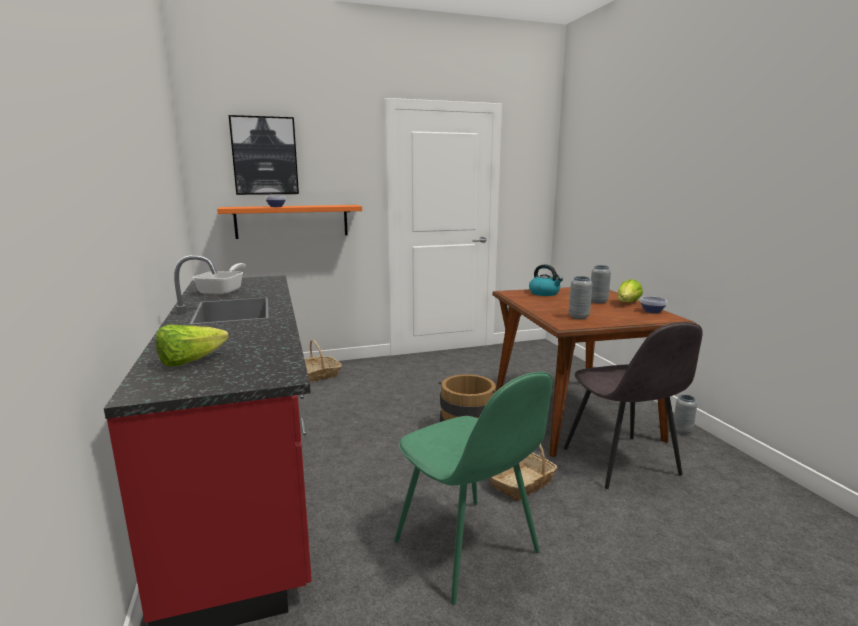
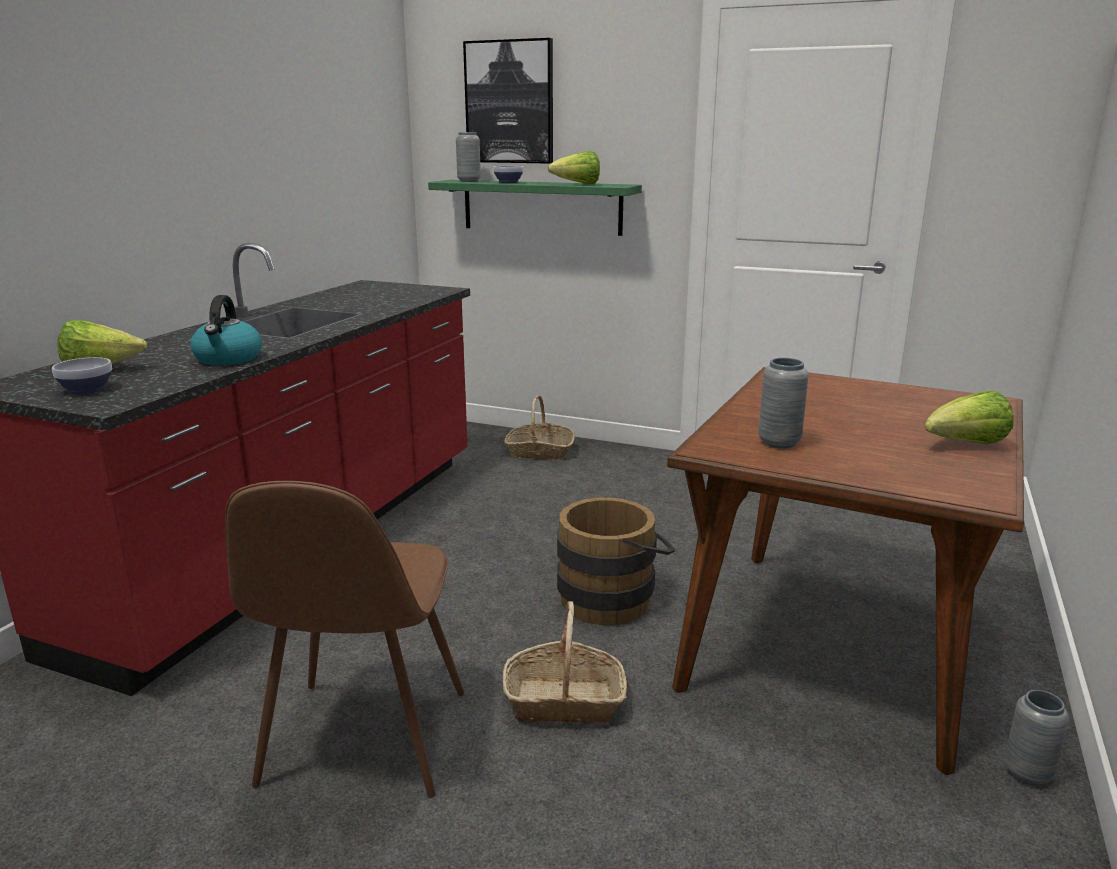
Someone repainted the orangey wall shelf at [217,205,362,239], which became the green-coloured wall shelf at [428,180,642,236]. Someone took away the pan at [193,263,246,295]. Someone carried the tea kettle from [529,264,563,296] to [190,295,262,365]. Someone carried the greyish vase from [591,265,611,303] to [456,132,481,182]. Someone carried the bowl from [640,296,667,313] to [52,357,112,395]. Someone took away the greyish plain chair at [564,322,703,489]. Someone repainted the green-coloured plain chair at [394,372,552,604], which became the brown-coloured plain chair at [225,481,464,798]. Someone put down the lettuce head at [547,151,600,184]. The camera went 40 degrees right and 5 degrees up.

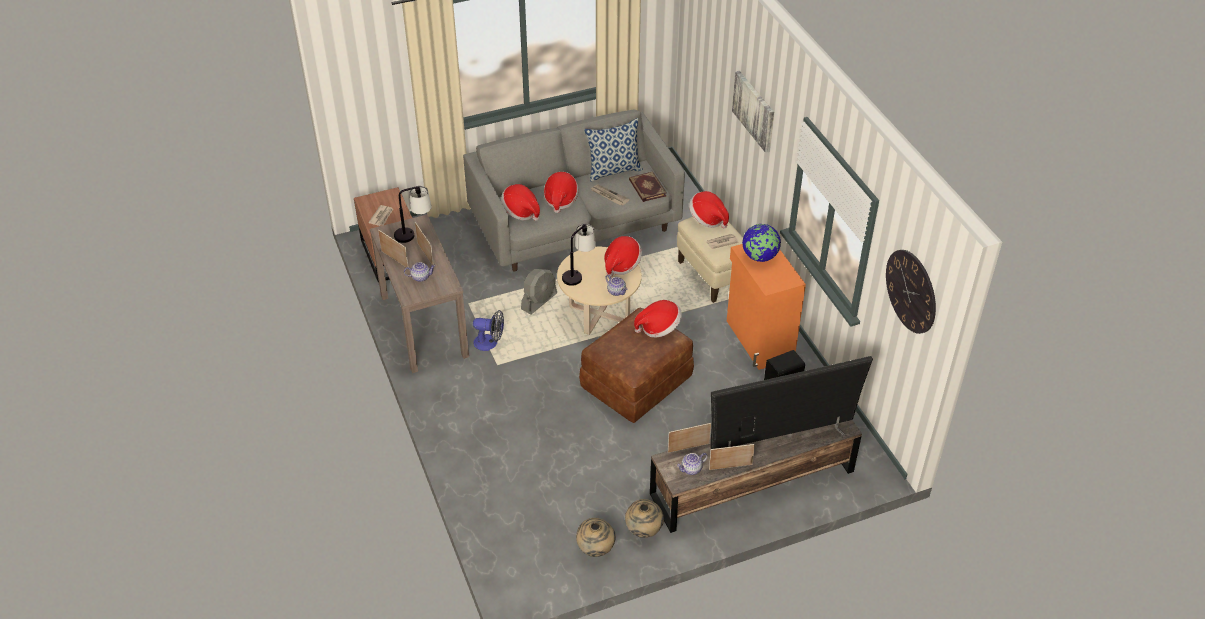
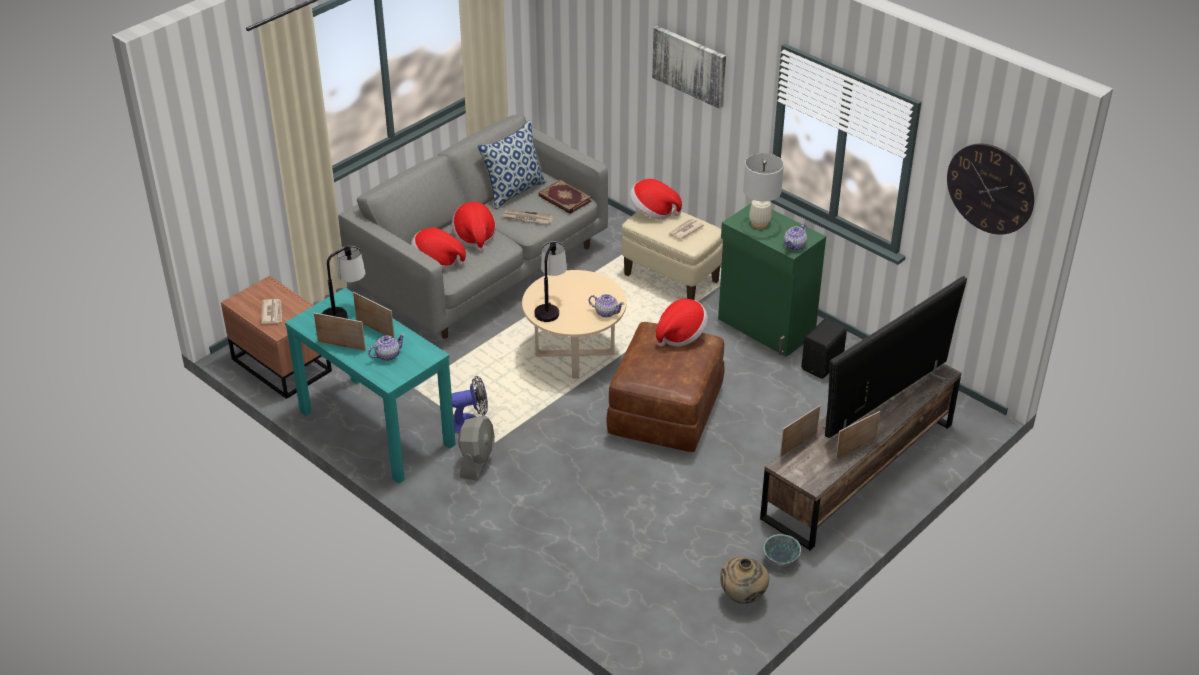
Someone repainted the brown-coloured narrow table at [370,215,469,373], which became the blue-green narrow table at [285,287,456,484]. Someone swapped the globe at [742,224,781,262] for the whitish lamp for a table at [743,153,784,229]. Someone took away the hat at [604,236,642,277]. Someone repainted the orangey storage cabinet at [727,244,806,370], which became the green-coloured storage cabinet at [718,203,826,357]. Someone carried the greyish cooling fan from [521,269,557,315] to [458,415,495,481]. Someone carried the tea pot from [677,453,708,475] to [784,224,807,250]. Someone swapped the beige vase at [625,499,664,538] for the bowl at [764,534,801,564]. The camera went 25 degrees left and 5 degrees down.

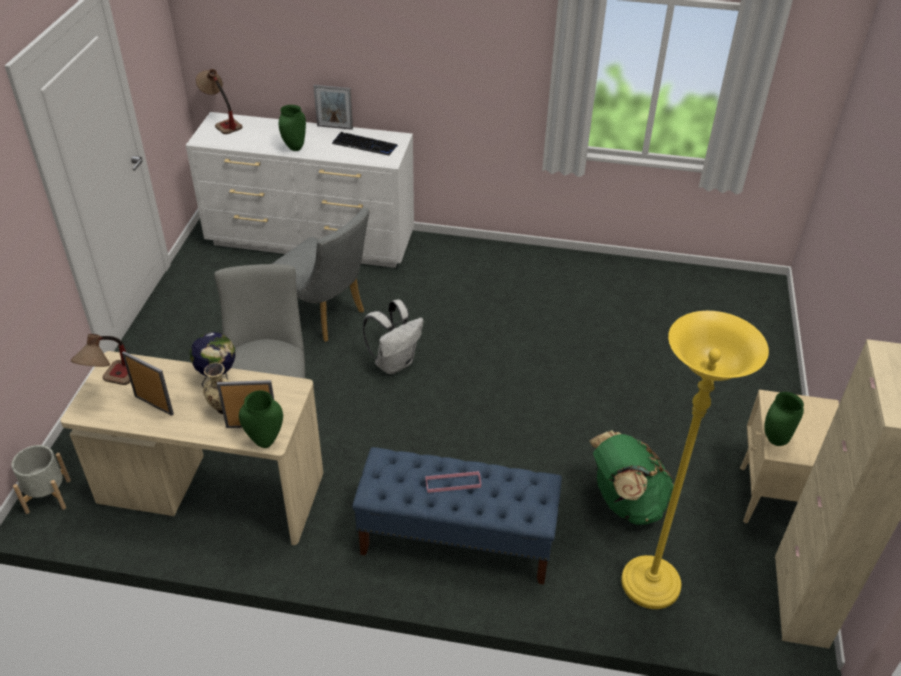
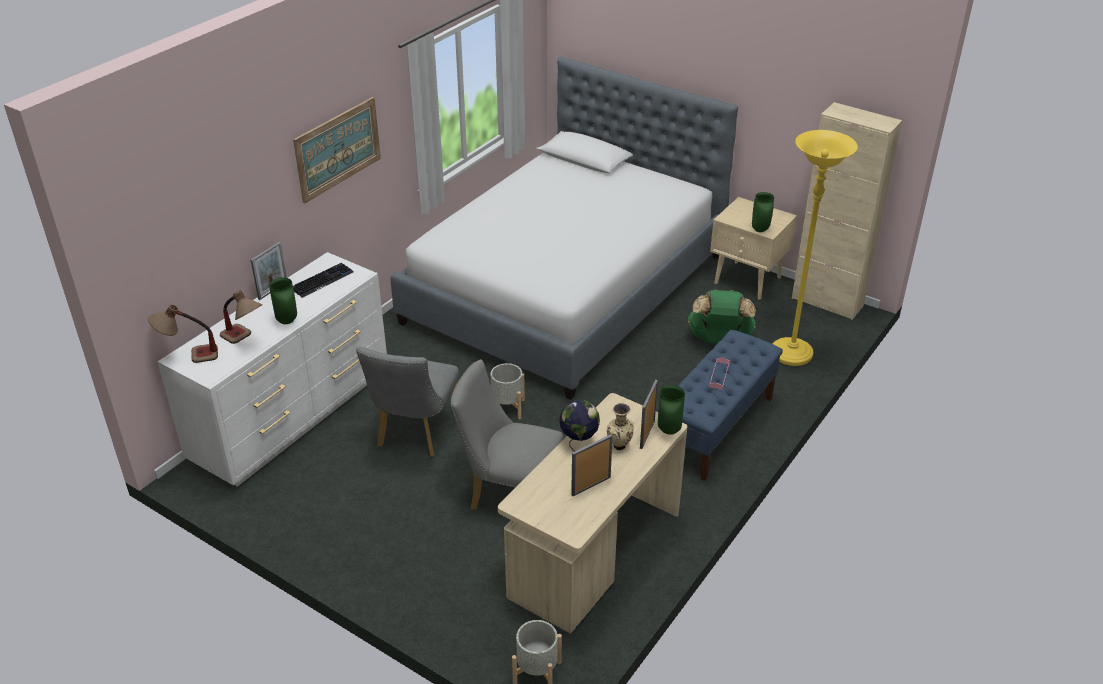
Someone rotated the greyish plain chair at [272,207,370,342] by 135 degrees clockwise. Someone swapped the whitish backpack at [363,299,424,374] for the greyish flower pot at [490,363,525,419]. Someone carried the lamp for a table from [71,334,130,385] to [220,290,262,344]. Someone put down the bed at [390,57,738,400]. Someone put up the wall art at [293,97,381,203]. The camera went 65 degrees left and 5 degrees down.

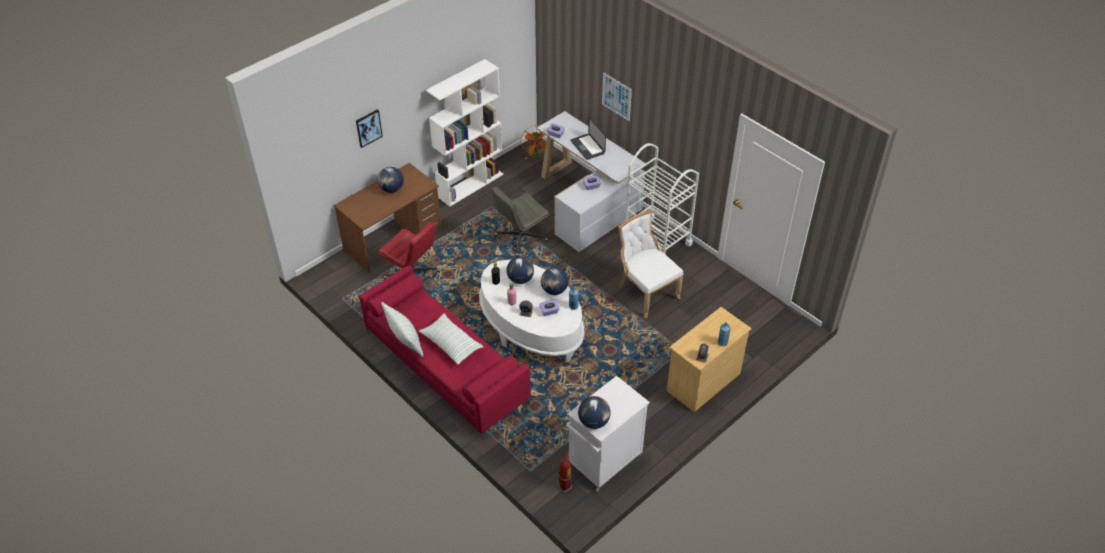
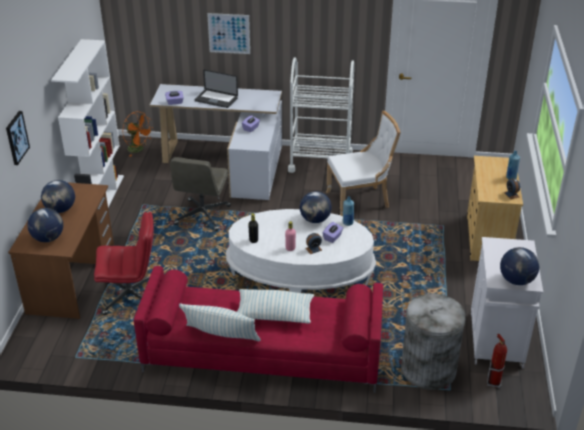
Someone rotated the whitish plain chair at [618,210,683,318] by 150 degrees clockwise. Someone carried the globe from [507,257,534,284] to [27,208,63,242]. Someone put down the greyish rubbish bin at [401,293,466,390]. The camera went 40 degrees left and 10 degrees down.

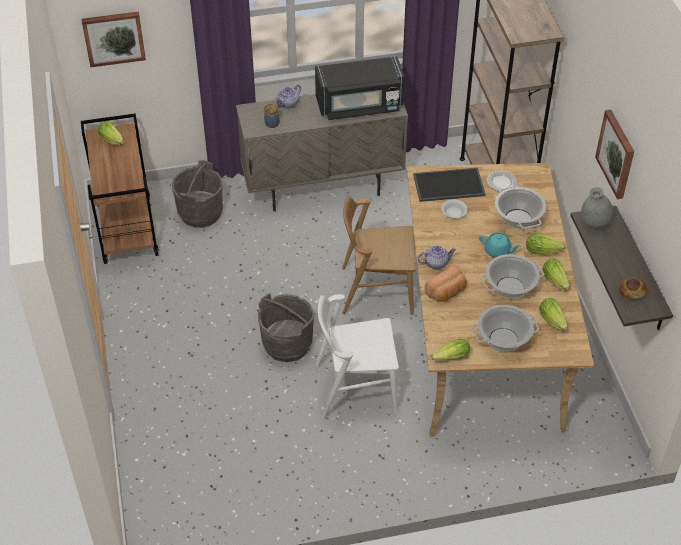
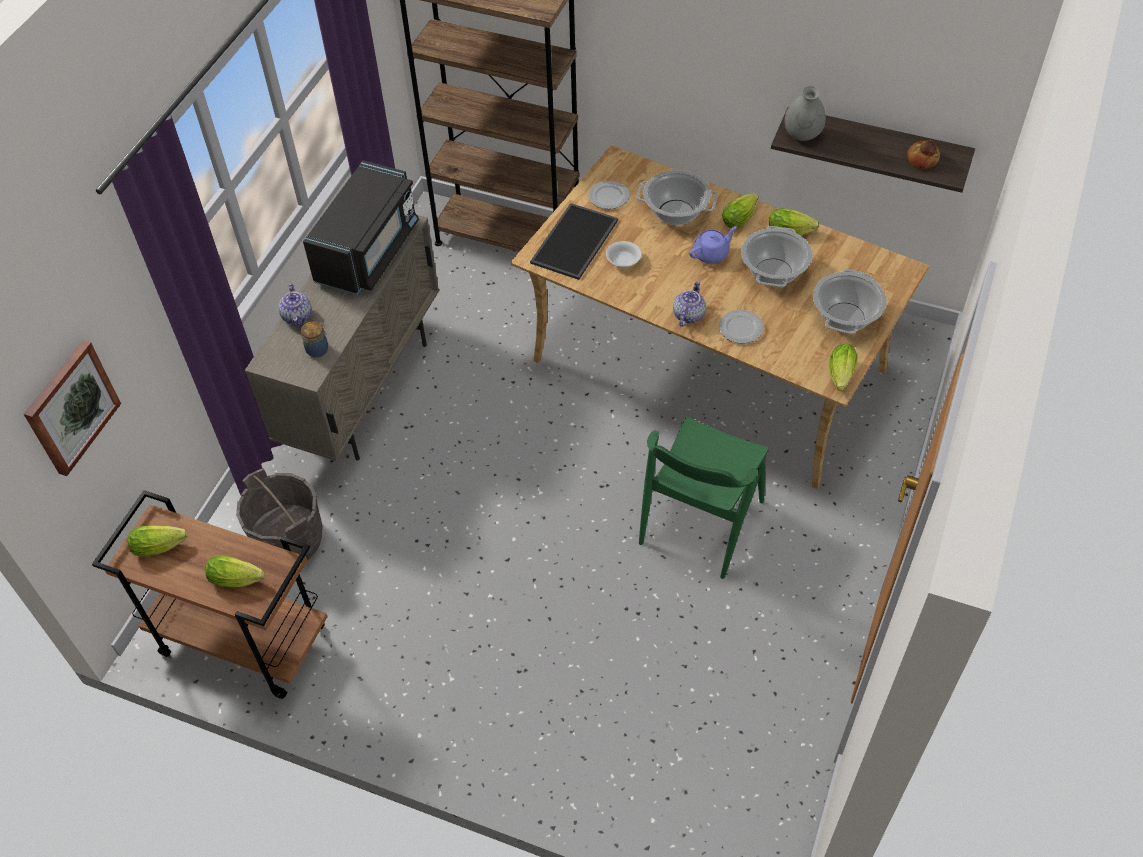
Someone took away the wall art at [595,110,634,199]. Someone took away the brown-coloured plain chair at [342,196,416,315]. Someone repainted the blue-green tea pot at [479,233,521,258], which became the purple-coloured tea pot at [689,226,737,264]. Someone swapped the bread at [425,265,467,302] for the flat dish at [719,310,764,343]. Someone took away the greyish bucket at [258,293,314,362]. Someone repainted the whitish plain chair at [316,294,399,419], which became the green-coloured plain chair at [639,417,769,579]. Someone carried the lettuce head from [539,298,568,331] to [205,555,264,587]. The camera went 55 degrees left and 5 degrees up.

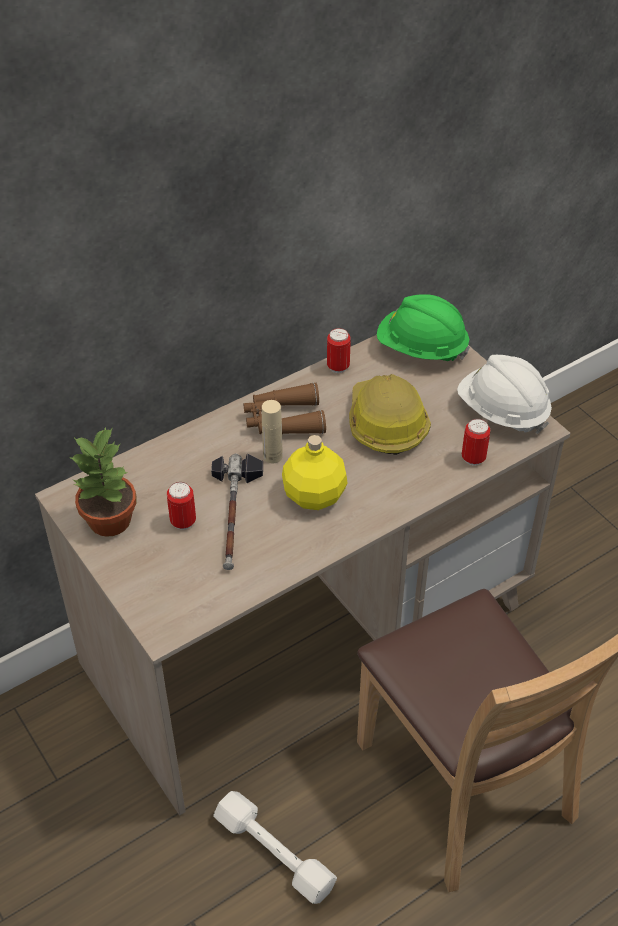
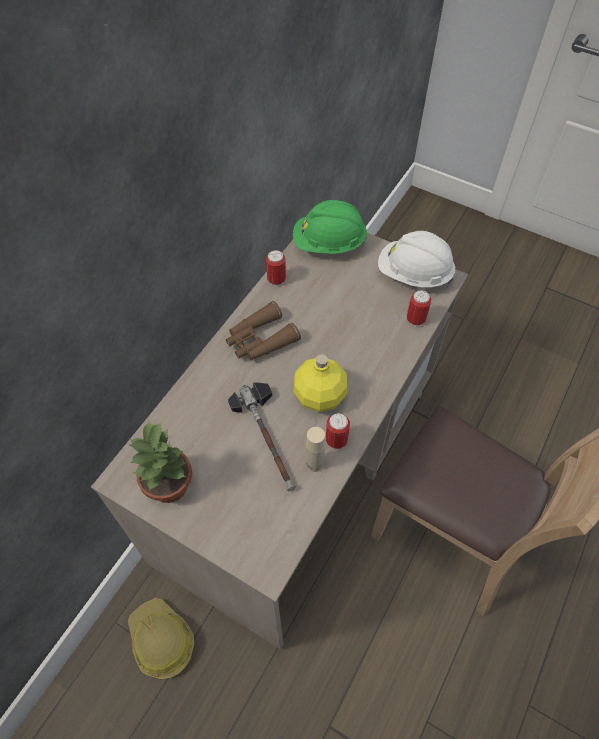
Someone carried the safety helmet from [349,374,431,455] to [128,598,195,680]. Someone carried the beige drink bottle from [262,400,283,463] to [306,427,325,472]. Someone carried the can from [167,482,196,530] to [326,413,350,449]. Someone took away the whitish hand weight at [213,791,337,904]. The camera went 25 degrees left and 10 degrees up.

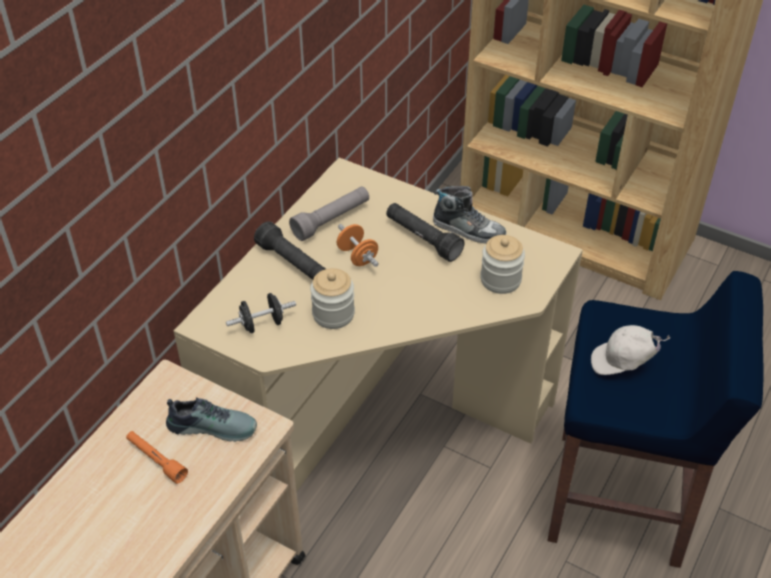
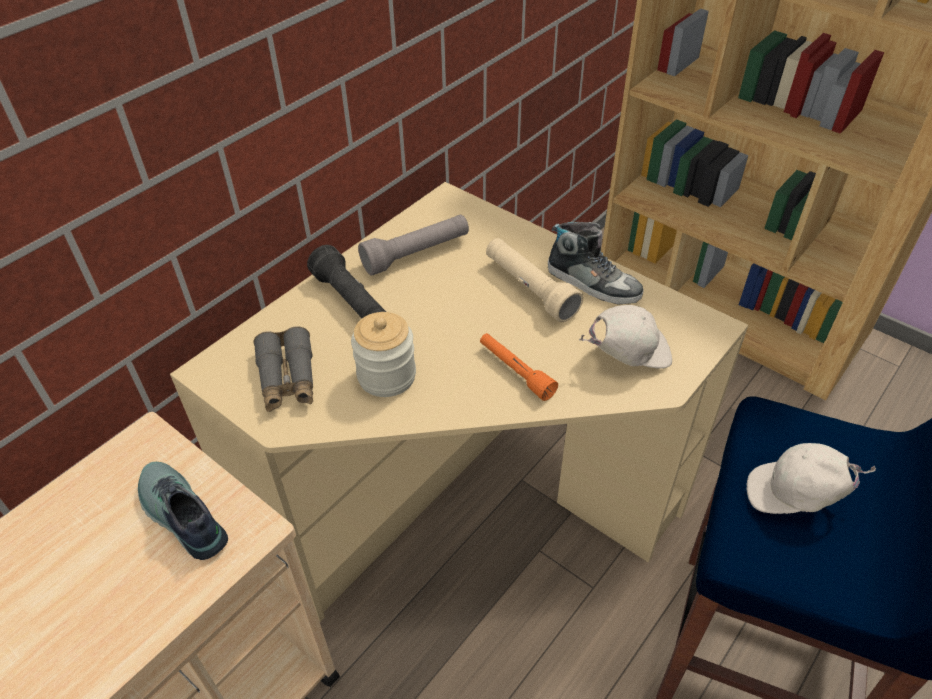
Someone repainted the black flashlight at [386,203,464,262], which became the beige flashlight at [486,238,583,322]. Someone took away the orangey hand weight at [337,224,379,267]. Someone swapped the storage jar at [480,235,525,294] for the whitish peaked cap at [579,305,672,369]. Someone swapped the black hand weight at [226,293,296,333] for the greyish field glasses at [254,326,313,412]. Someone rotated the shoe at [166,397,257,442] by 150 degrees counterclockwise. Someone carried the orangey flashlight from [126,431,188,484] to [480,333,558,401]. The camera went 10 degrees right and 0 degrees up.

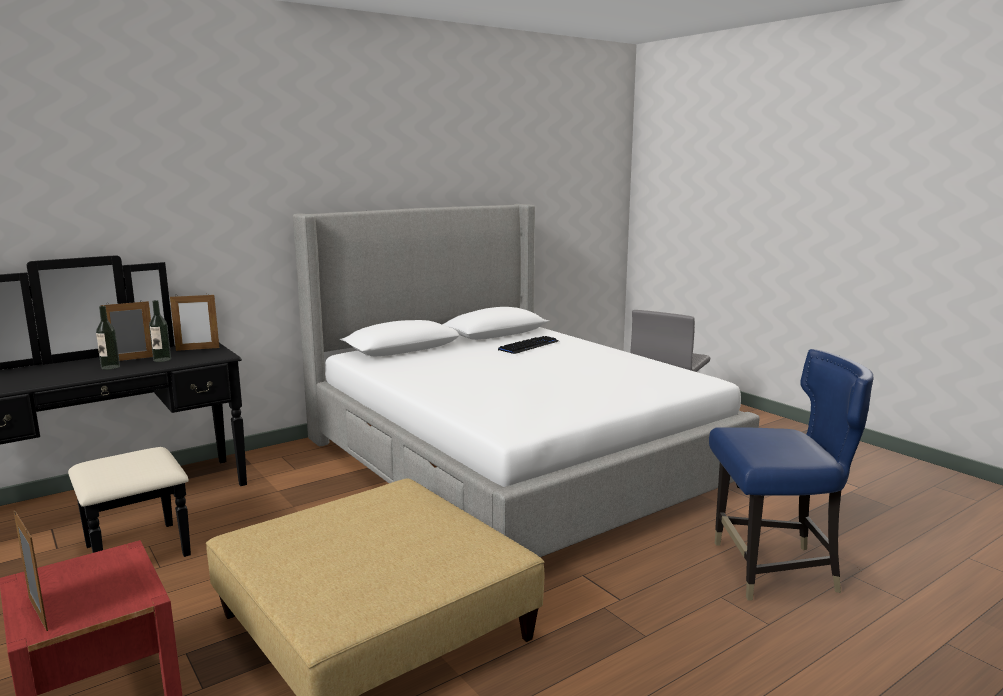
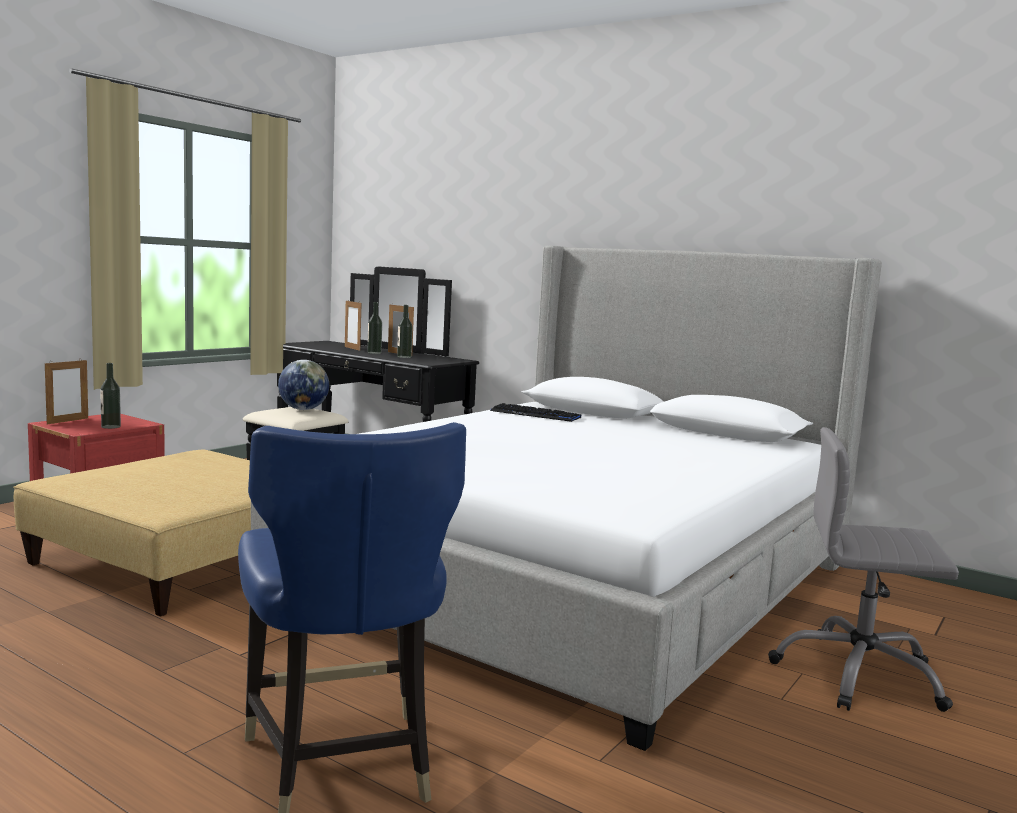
Someone carried the standing frame from [170,293,219,351] to [345,299,362,351]. Someone carried the PC keyboard from [498,336,558,354] to [490,403,581,422]. Someone put down the globe at [278,360,329,410]. Someone put down the drink bottle at [100,363,121,429]. The camera went 70 degrees right and 5 degrees down.

